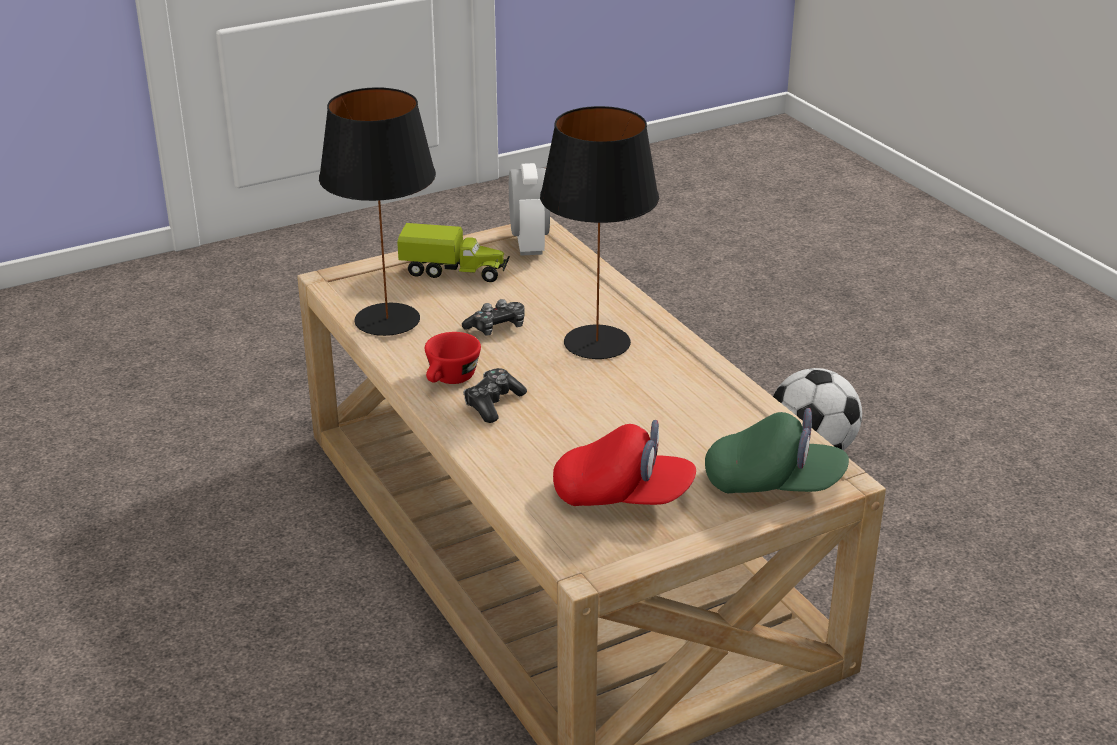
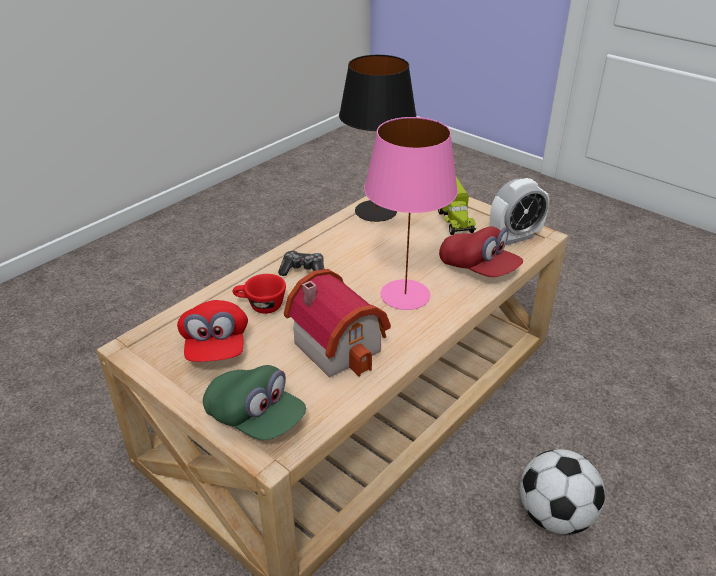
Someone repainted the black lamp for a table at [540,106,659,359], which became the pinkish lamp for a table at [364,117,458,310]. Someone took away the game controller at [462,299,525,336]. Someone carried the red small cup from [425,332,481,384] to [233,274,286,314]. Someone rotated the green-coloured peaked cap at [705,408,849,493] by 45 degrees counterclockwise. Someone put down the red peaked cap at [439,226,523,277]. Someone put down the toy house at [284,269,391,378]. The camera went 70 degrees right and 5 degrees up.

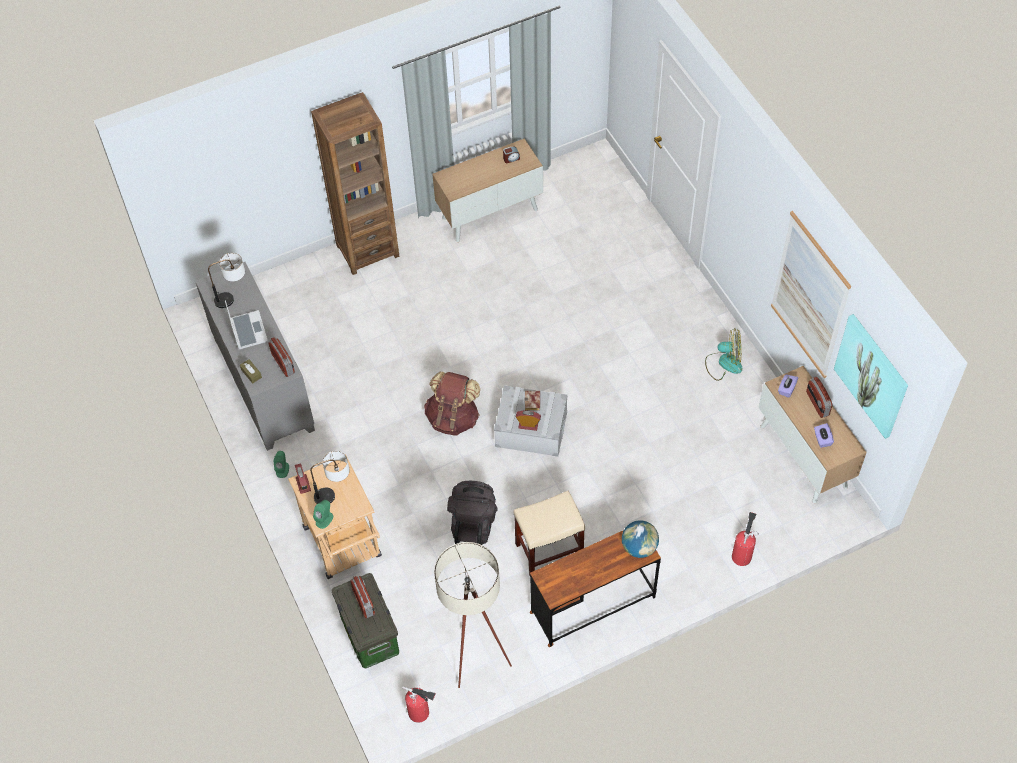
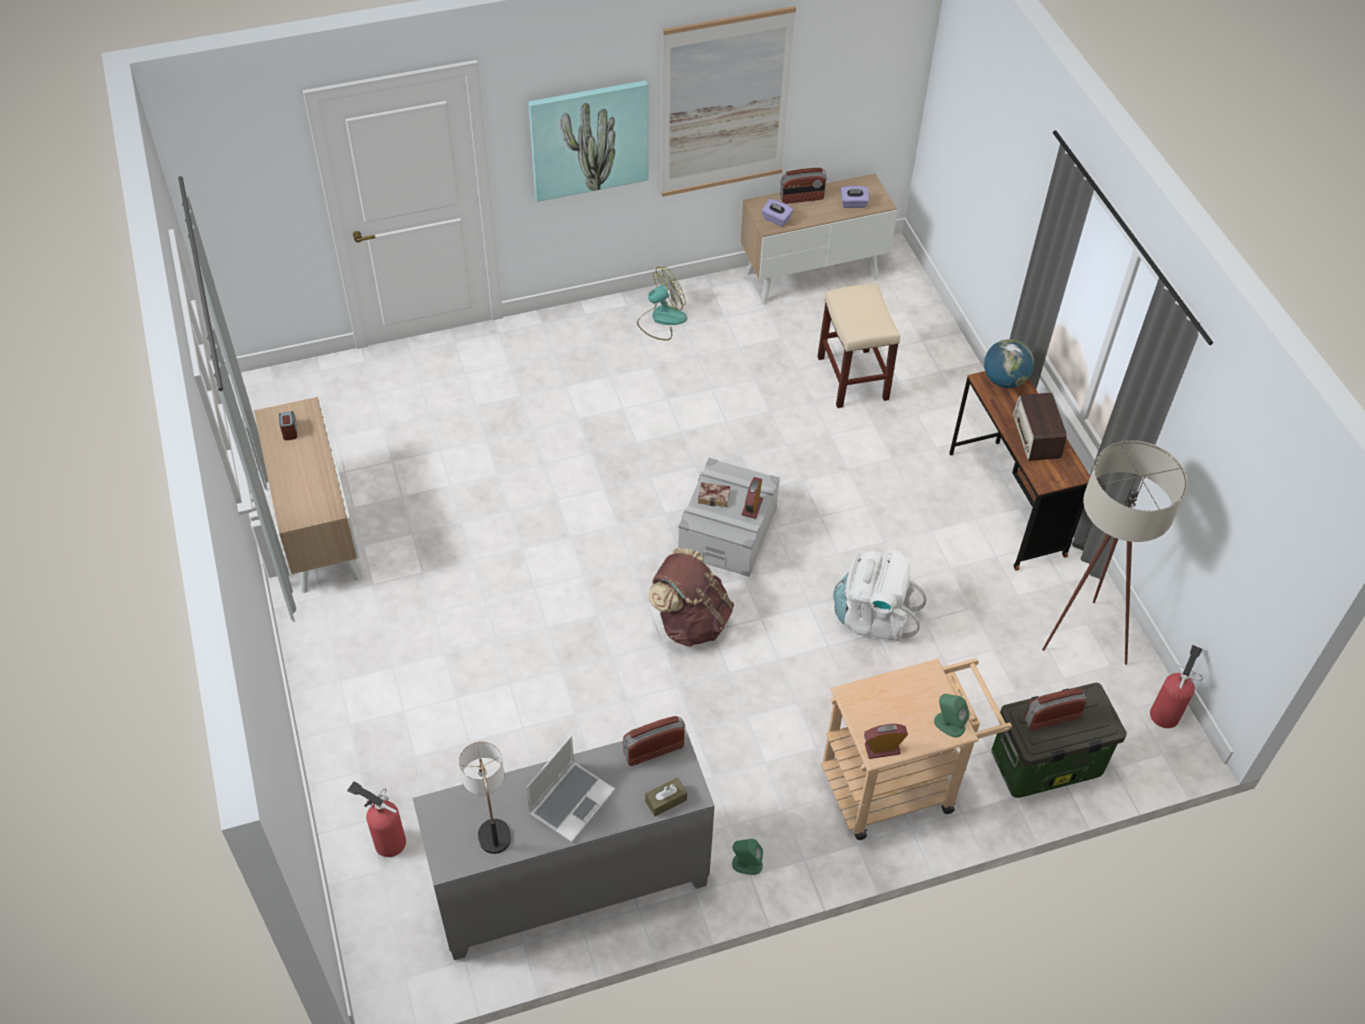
Someone took away the brown-coloured shelving unit at [311,92,400,275]. Someone rotated the portable computer at [225,300,268,349] by 135 degrees clockwise. Someone carried the wall art from [834,314,908,439] to [528,80,649,202]. Someone rotated the cooling fan at [705,328,742,381] by 45 degrees clockwise. Someone took away the lamp for a table at [310,451,350,504]. Someone repainted the black backpack at [447,481,498,545], which became the whitish backpack at [833,550,927,642]. Someone carried the beige stool seat from [514,491,585,575] to [817,284,900,408]. Someone carried the fire-fighting cylinder from [732,512,759,566] to [347,781,406,857]. Someone put down the radio receiver at [1013,393,1067,461]. The camera went 85 degrees left and 5 degrees down.

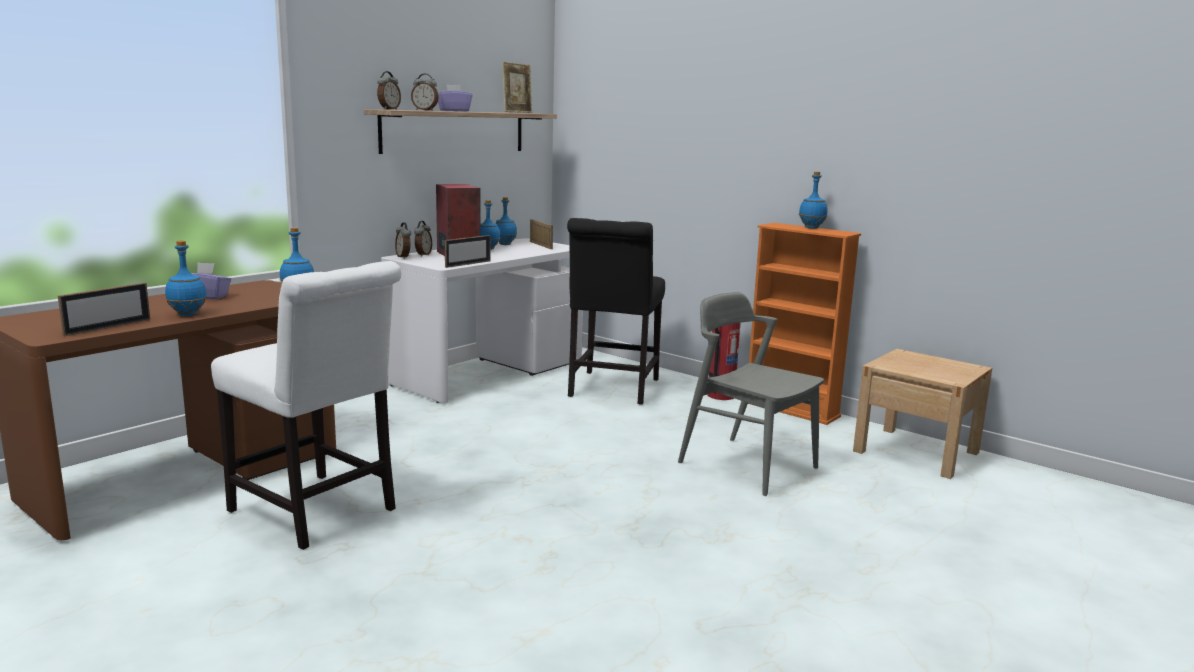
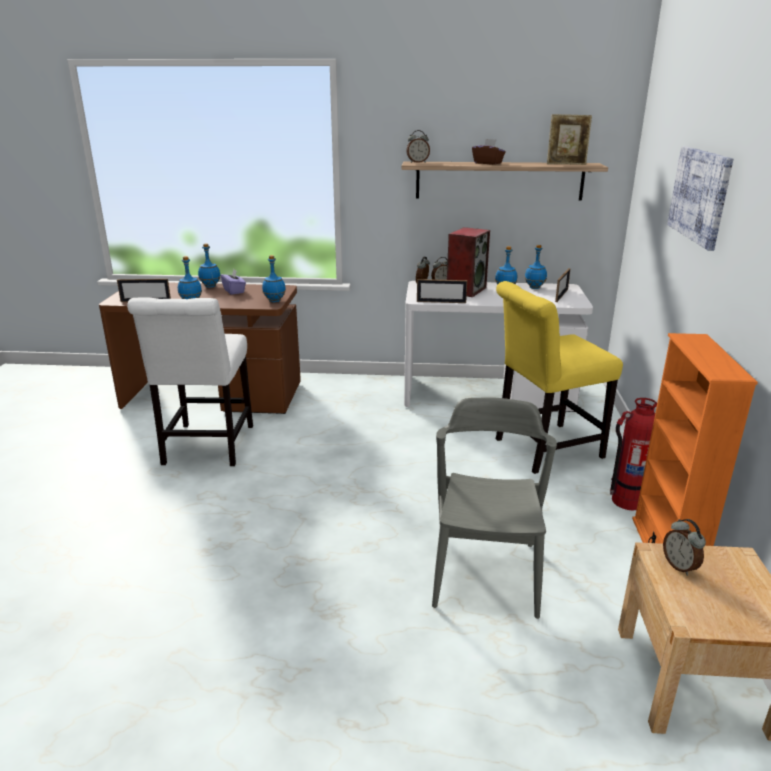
Someone carried the bedside clock from [411,73,439,111] to [663,519,706,576]. Someone repainted the purple-coloured tissue holder at [438,84,472,112], which became the brown-coloured tissue holder at [472,139,505,165]. Someone carried the bluish drink bottle from [799,172,828,229] to [198,243,221,288]. Someone repainted the black plain chair at [567,218,665,405], which became the yellow-coloured plain chair at [496,281,623,474]. Someone put up the wall art at [667,146,733,251]. The camera went 55 degrees right and 10 degrees up.

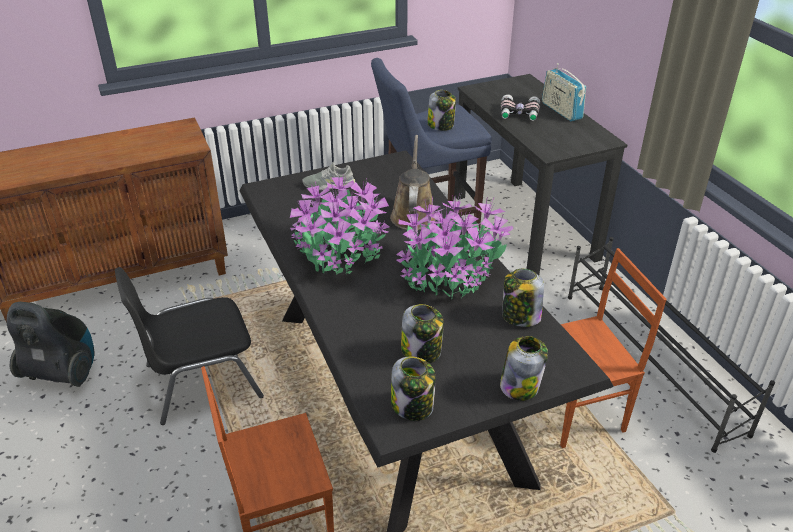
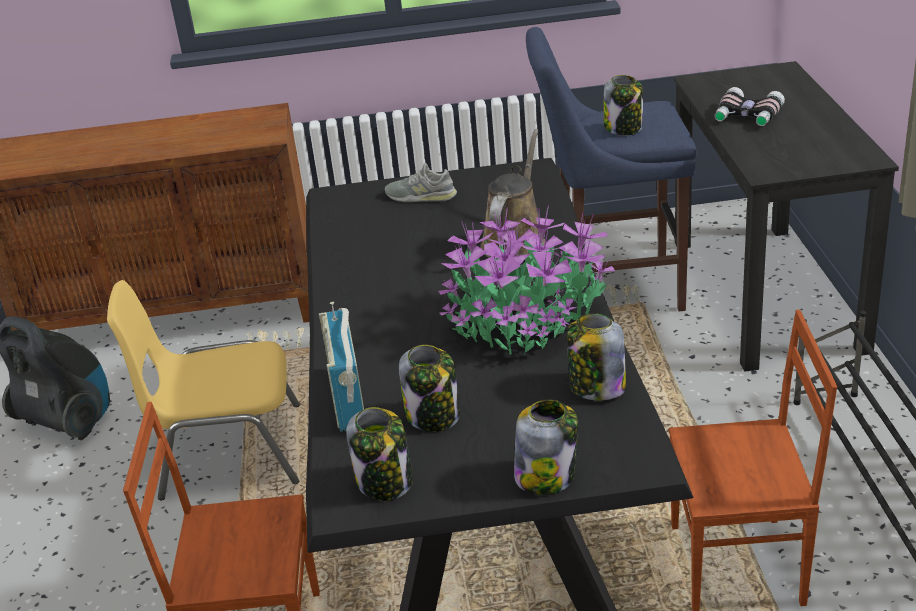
Someone carried the radio receiver from [542,63,586,122] to [319,302,364,432]. Someone took away the potted plant at [290,177,389,274]. Someone repainted the black plain chair at [115,267,264,425], which became the yellow-coloured plain chair at [107,280,300,500]. The camera went 20 degrees right and 5 degrees down.

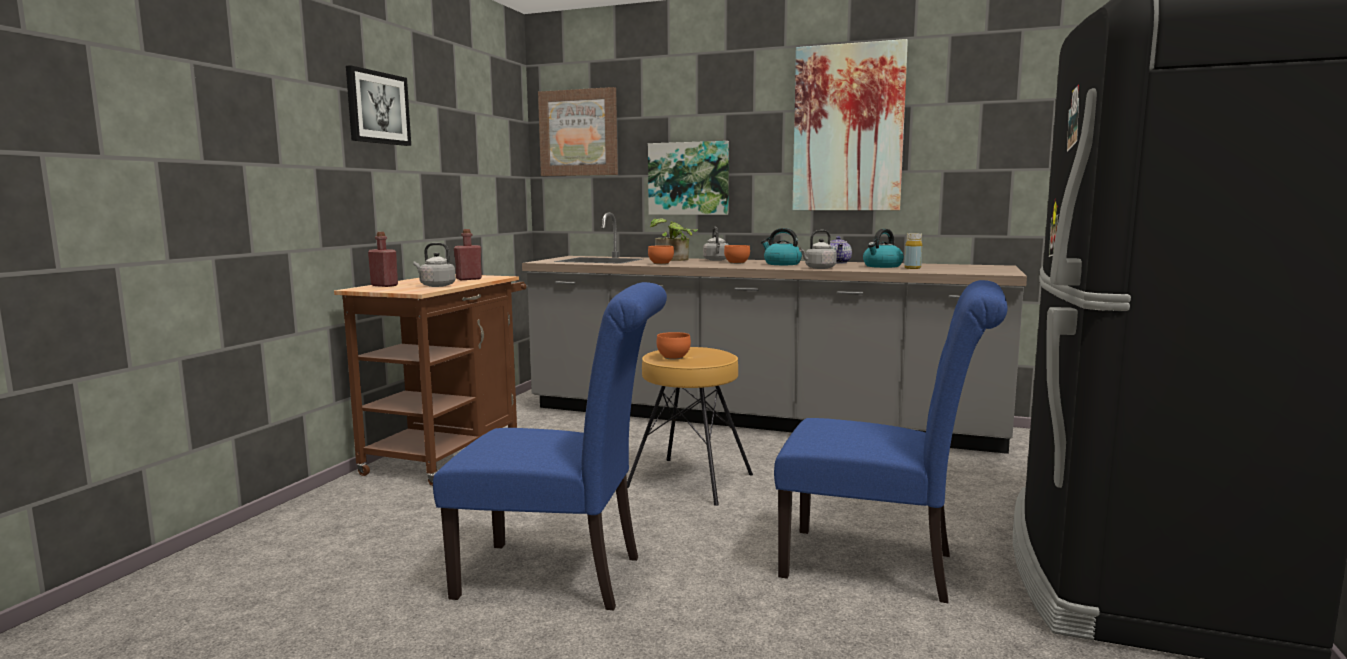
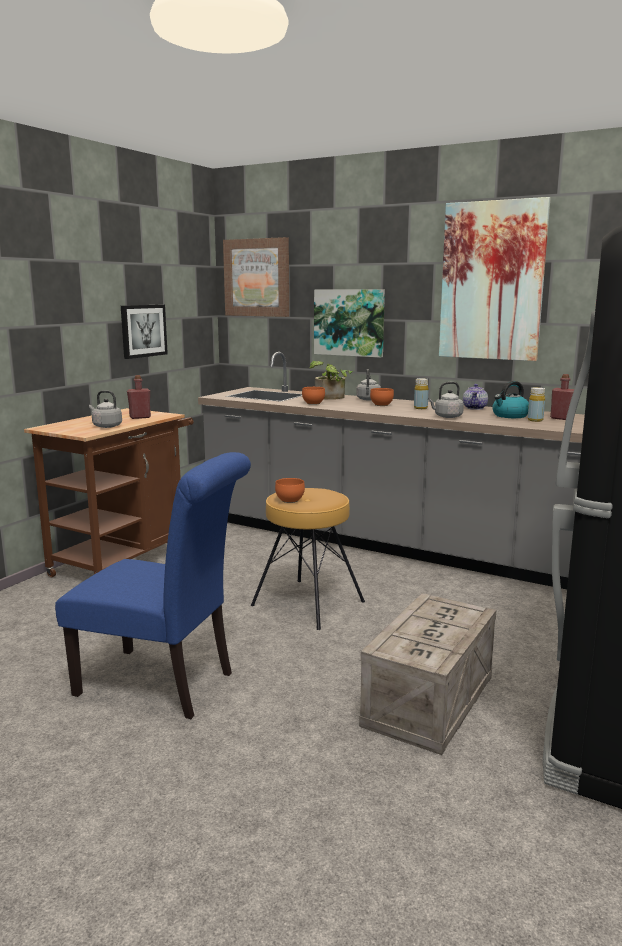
Someone carried the wall art from [346,65,411,146] to [121,305,168,359]. Someone swapped the tea kettle at [761,228,802,265] for the yellow-coloured drink bottle at [414,378,429,409]. Someone carried the red drink bottle from [368,232,398,287] to [550,374,574,420]. Someone swapped the bluish plain chair at [774,280,1008,603] for the shipping crate at [359,593,496,755]. The camera went 10 degrees right and 5 degrees up.

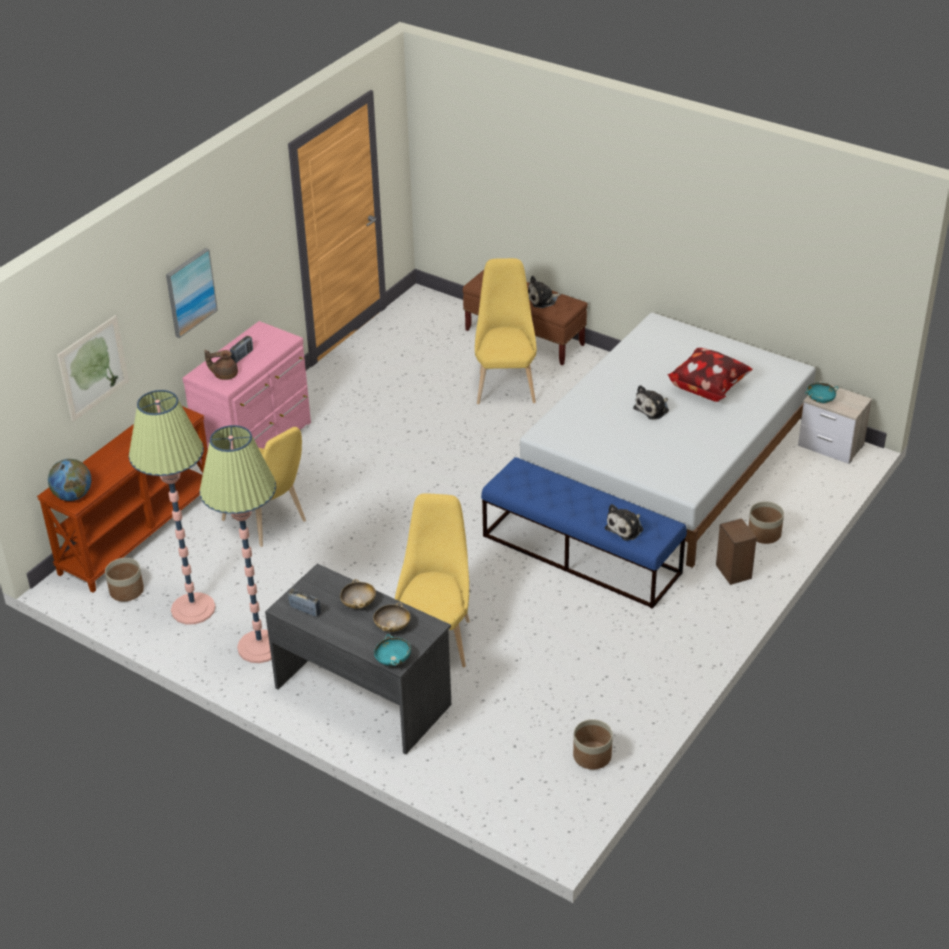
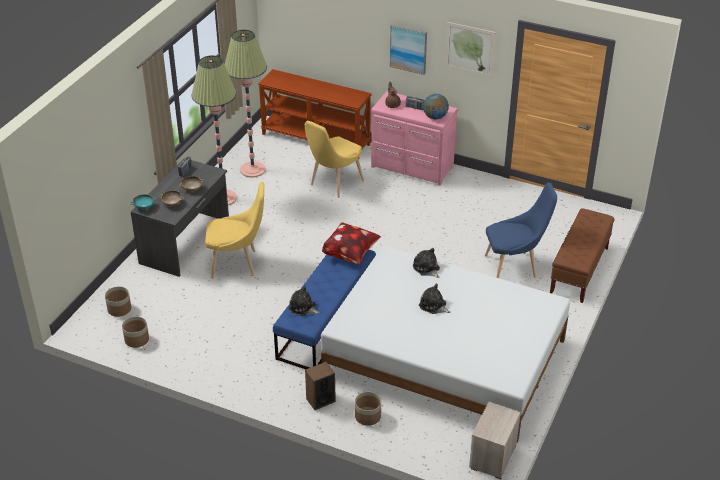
Someone repainted the yellow-coloured plain chair at [475,258,537,404], which became the bluish plain chair at [485,183,557,278]. Someone carried the plush toy from [528,276,561,308] to [413,248,440,278]. Someone carried the wall art from [58,315,129,422] to [445,22,496,78]. Someone carried the cushion from [667,348,753,402] to [322,223,381,264]. Someone took away the blue-green bowl at [805,382,838,403]. Someone carried the globe from [48,459,91,501] to [423,94,449,120]. Someone carried the flower pot from [105,558,144,601] to [105,286,131,317]. The camera went 80 degrees right and 0 degrees up.

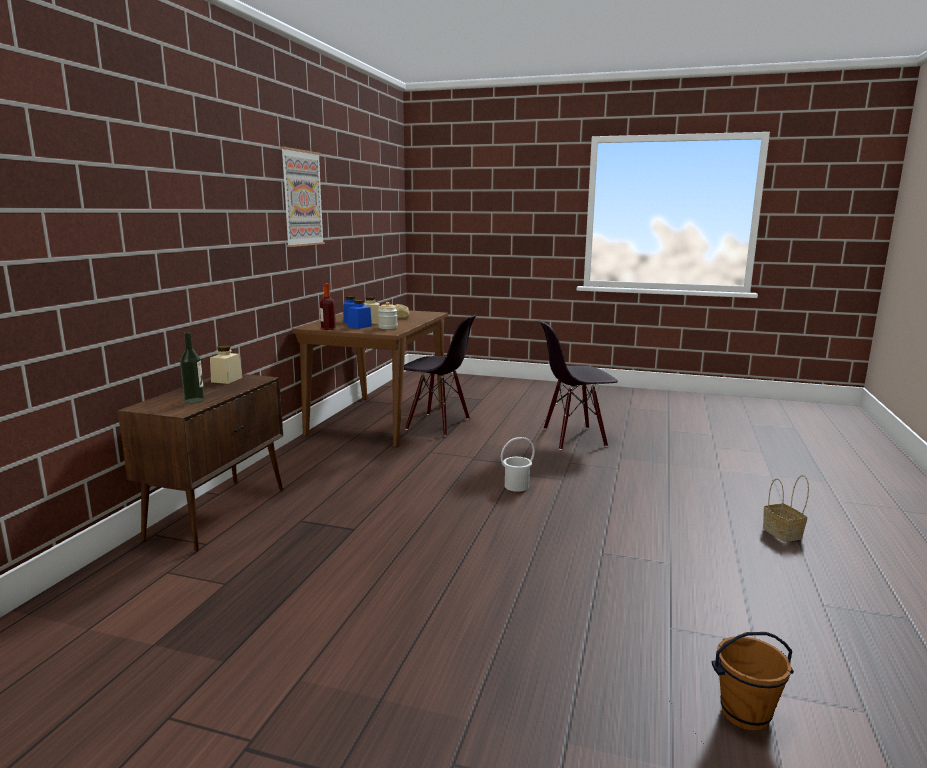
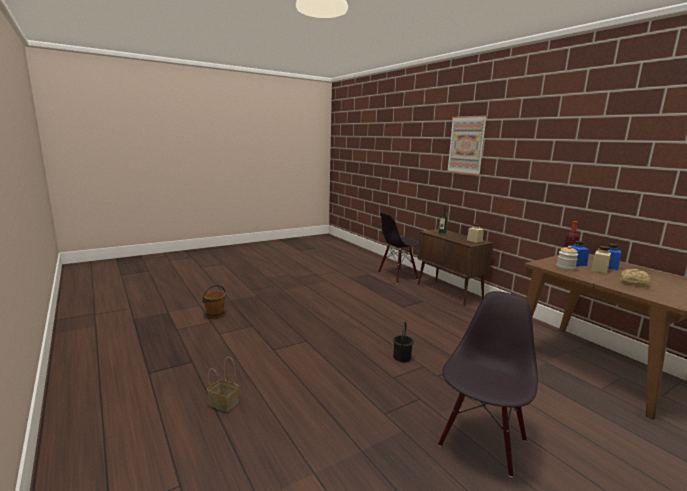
Someone carried the wall art from [280,147,325,247] to [447,115,487,175]. Someone carried the black plain chair from [404,315,476,437] to [378,213,419,284]. Someone repainted the whitish bucket at [501,437,535,492], which became the black bucket at [393,321,414,362]. The camera went 130 degrees right and 0 degrees up.

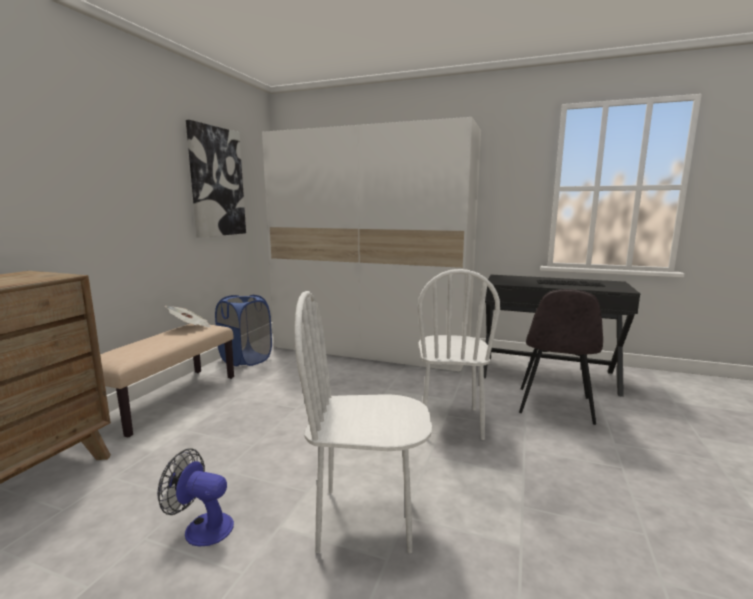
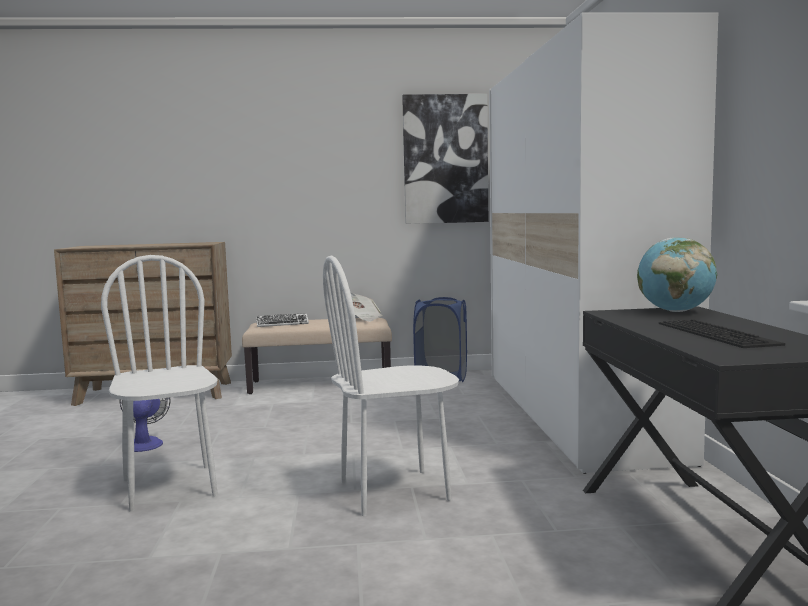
Someone took away the greyish plain chair at [519,289,603,425]. Someone put down the globe at [637,238,717,312]. Someone put down the PC keyboard at [256,313,309,327]. The camera went 65 degrees right and 5 degrees down.

